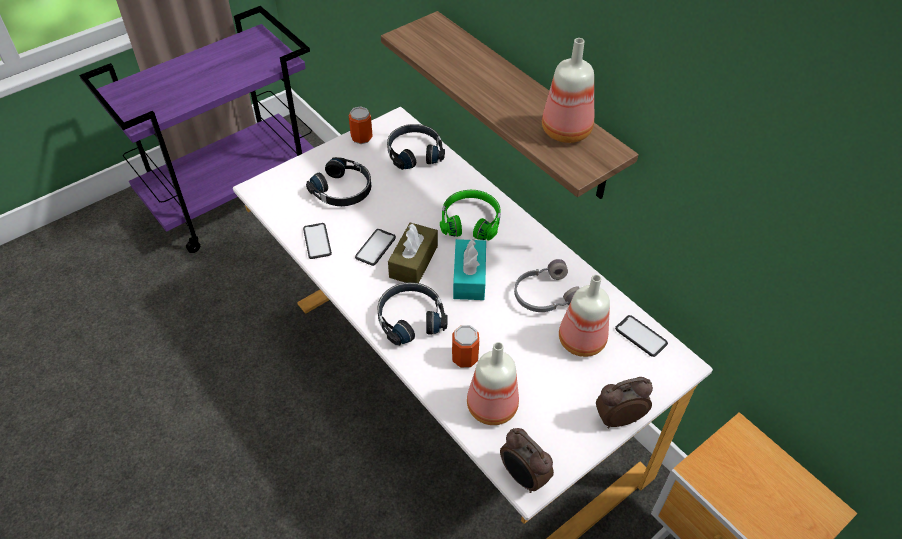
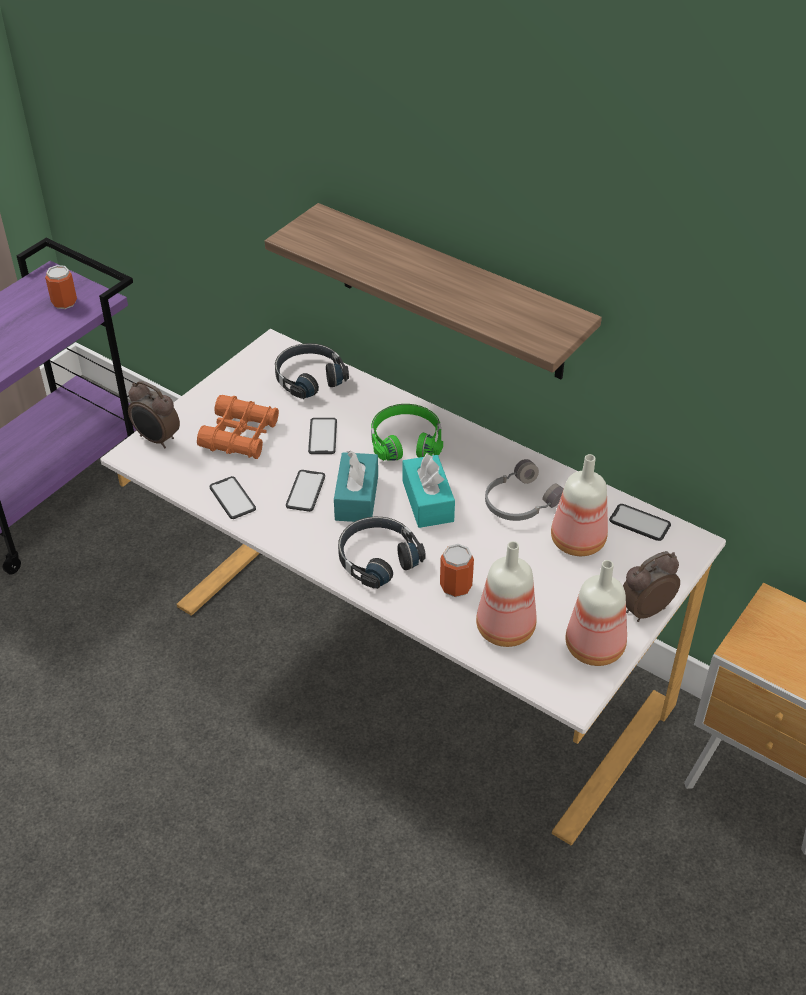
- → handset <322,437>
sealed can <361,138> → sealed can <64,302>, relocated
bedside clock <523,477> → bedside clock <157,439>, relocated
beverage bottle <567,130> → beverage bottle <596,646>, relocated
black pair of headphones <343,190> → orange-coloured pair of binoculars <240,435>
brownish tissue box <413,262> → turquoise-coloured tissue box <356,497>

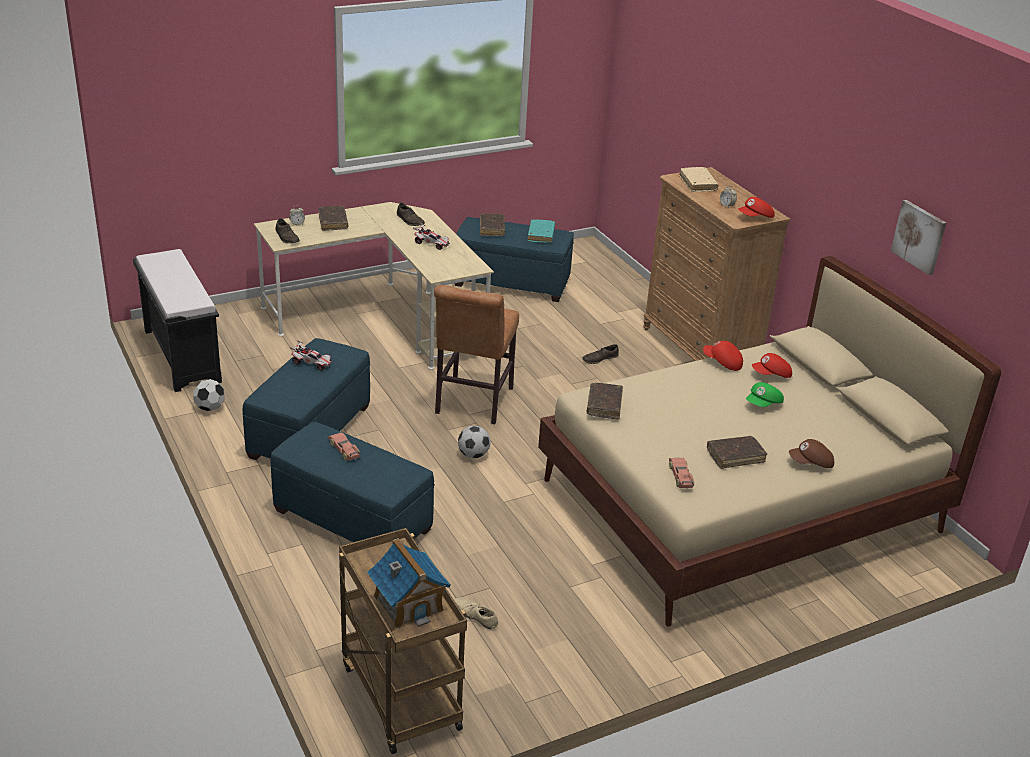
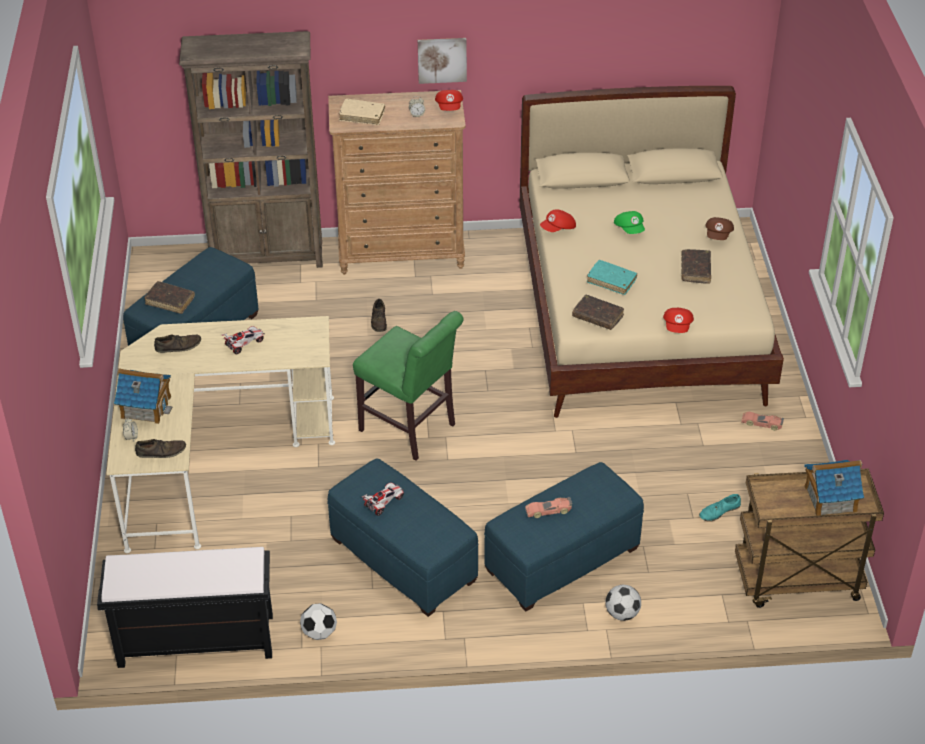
- → brownish bookshelf <268,256>
ball for football <473,455> → ball for football <622,614>, relocated
turquoise-coloured volume <541,235> → turquoise-coloured volume <611,281>, relocated
model car <680,476> → model car <762,423>, relocated
red-coloured baseball cap <771,375> → red-coloured baseball cap <678,326>, relocated
picture <919,236> → picture <442,59>, relocated
brownish volume <333,222> → toy house <145,407>
brownish plain chair <472,403> → green plain chair <411,430>
beige-coloured shoe <475,616> → turquoise-coloured shoe <719,512>

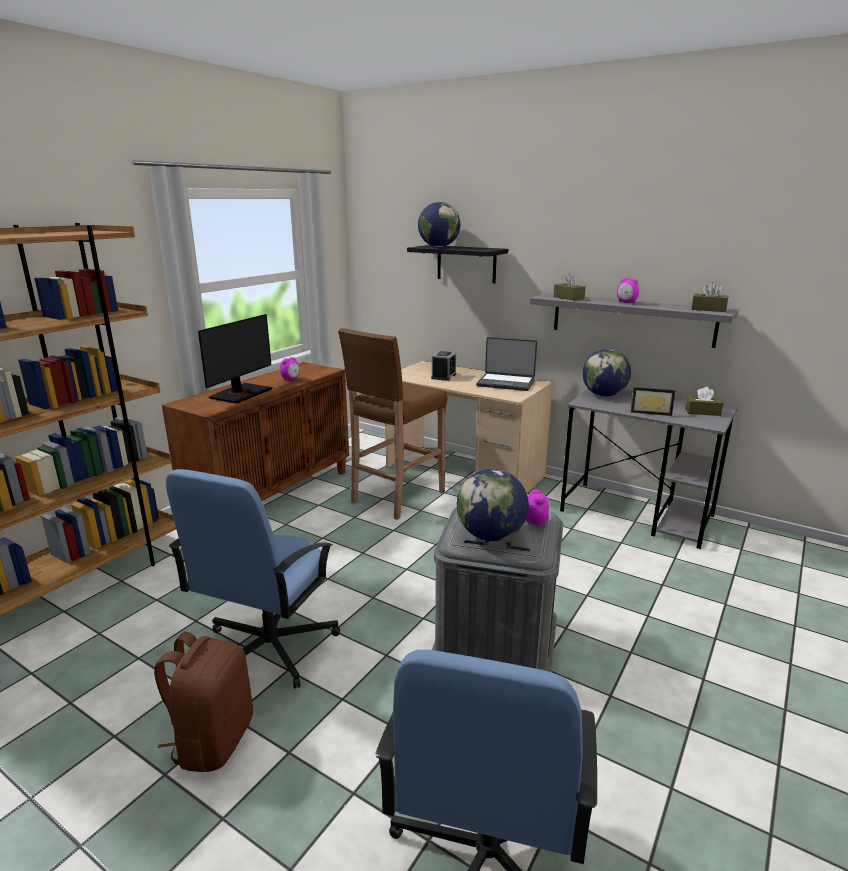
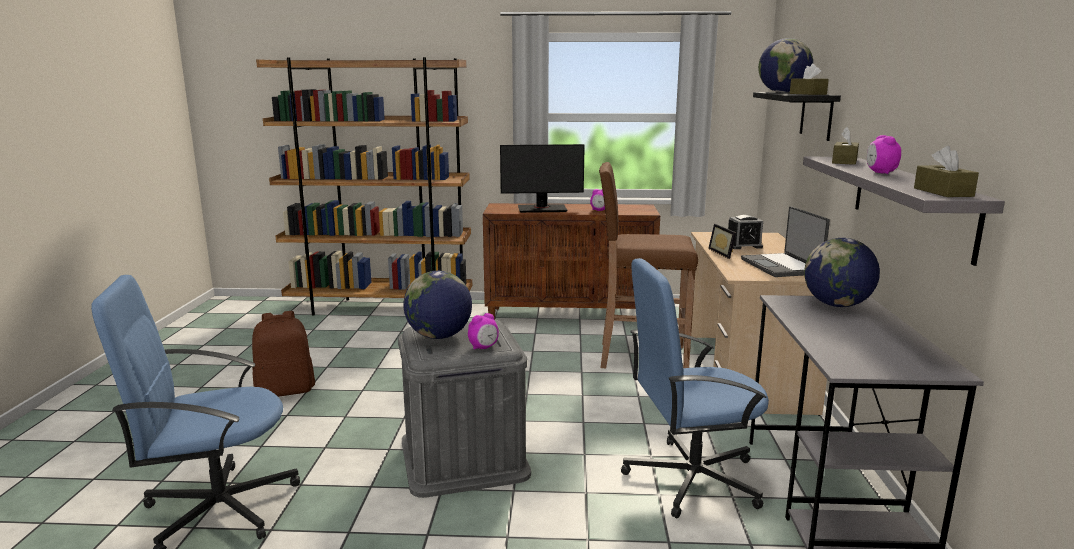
blue computer chair <268,648> → blue computer chair <690,478>, relocated
standing frame <650,412> → standing frame <724,253>, relocated
brownish tissue box <702,412> → brownish tissue box <807,94>, relocated

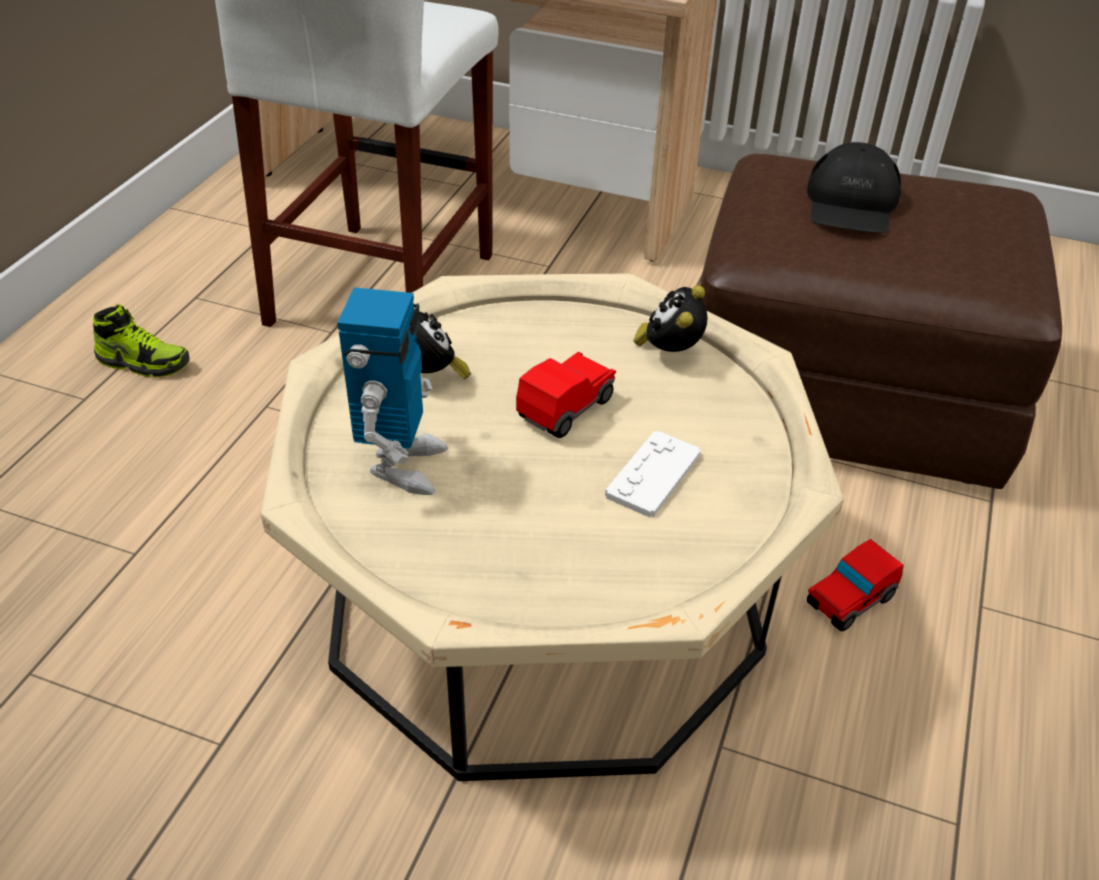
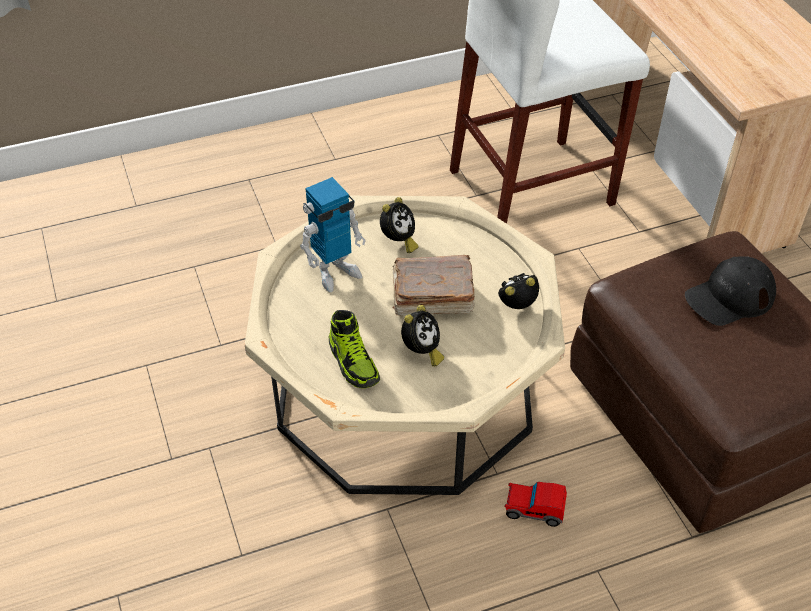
shoe <144,362> → shoe <353,362>, relocated
model car <566,408> → brownish volume <431,297>
white-coloured game controller <653,475> → bedside clock <421,352>

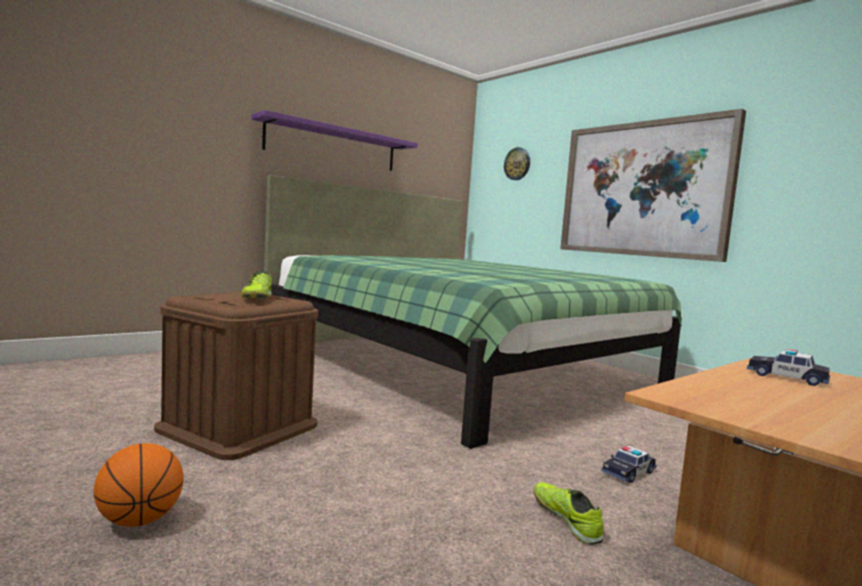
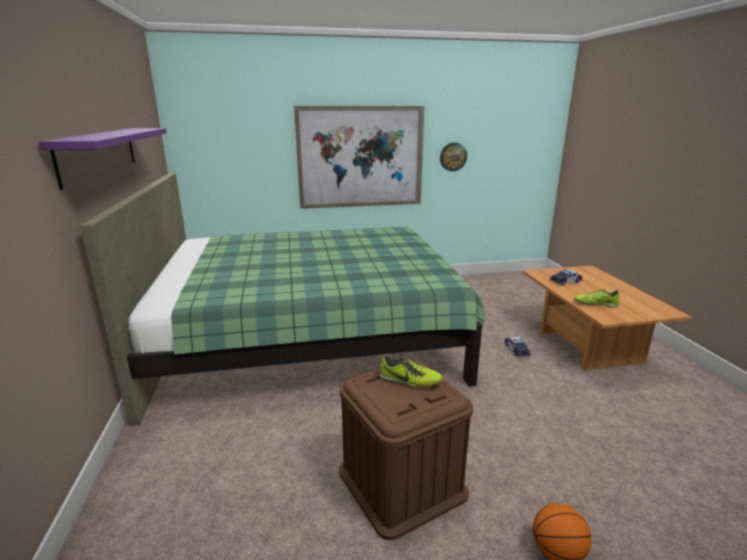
wall clock <517,164> → wall clock <453,156>, relocated
shoe <566,519> → shoe <595,304>, relocated

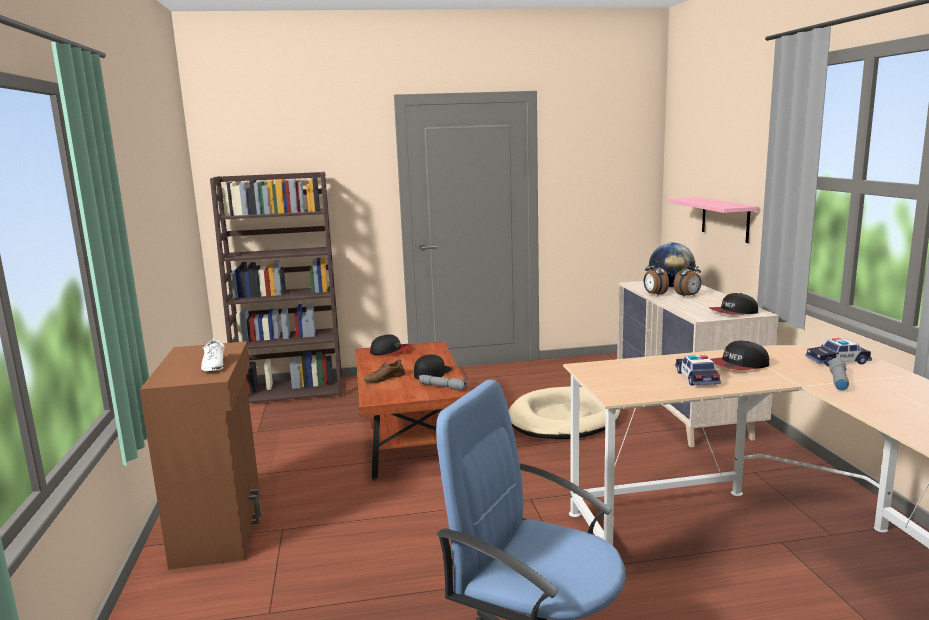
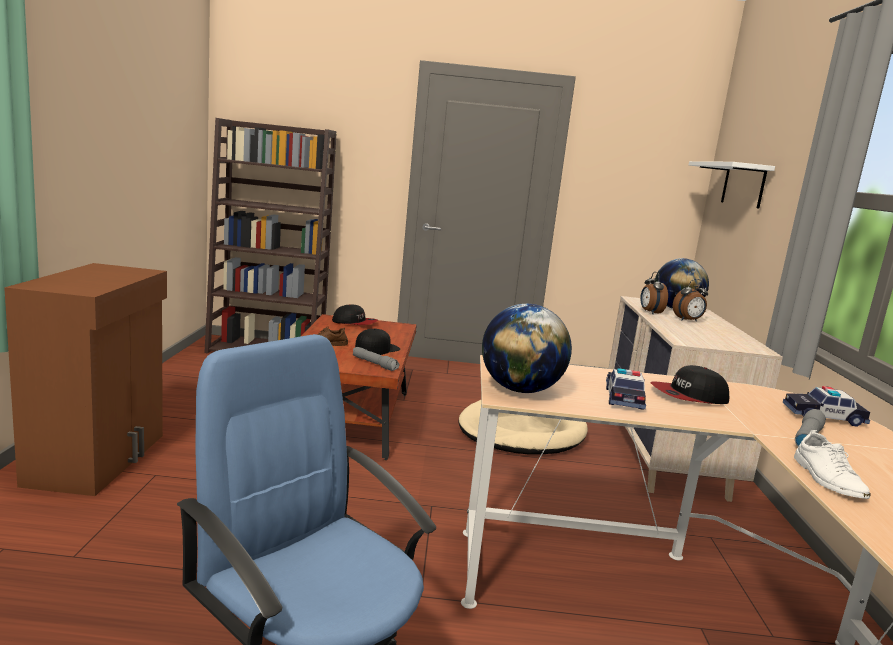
pink wall shelf <725,219> → -
baseball cap <733,312> → -
- → desk globe <520,390>
- → white-coloured wall shelf <743,185>
white-coloured shoe <214,365> → white-coloured shoe <827,479>, relocated

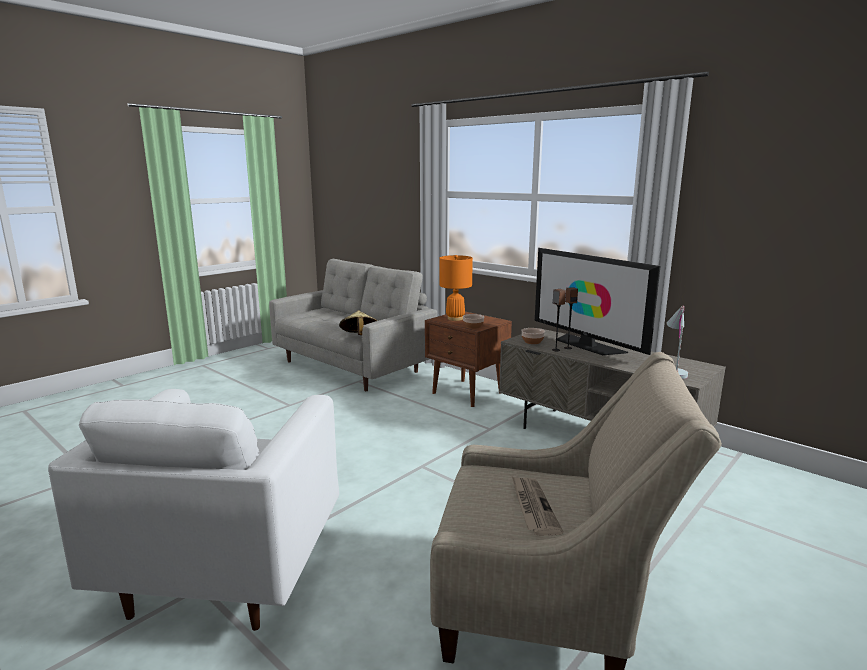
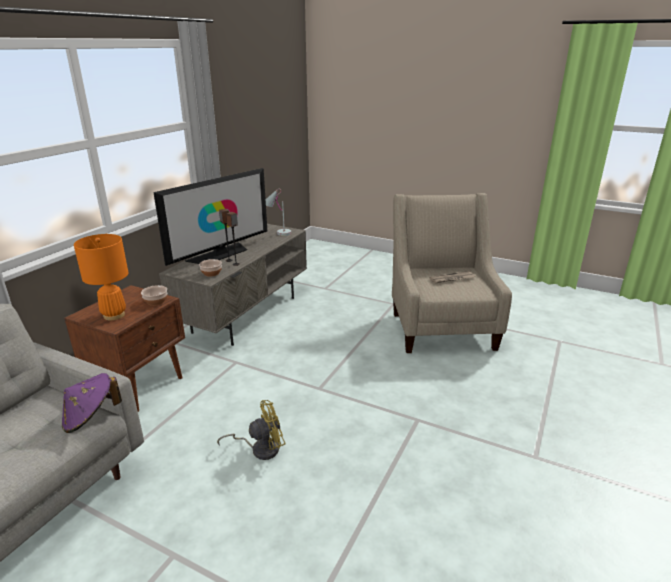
white-coloured easy chair <226,570> → -
- → yellowish electric fan <260,449>
beige-coloured hat <359,336> → purple-coloured hat <91,418>

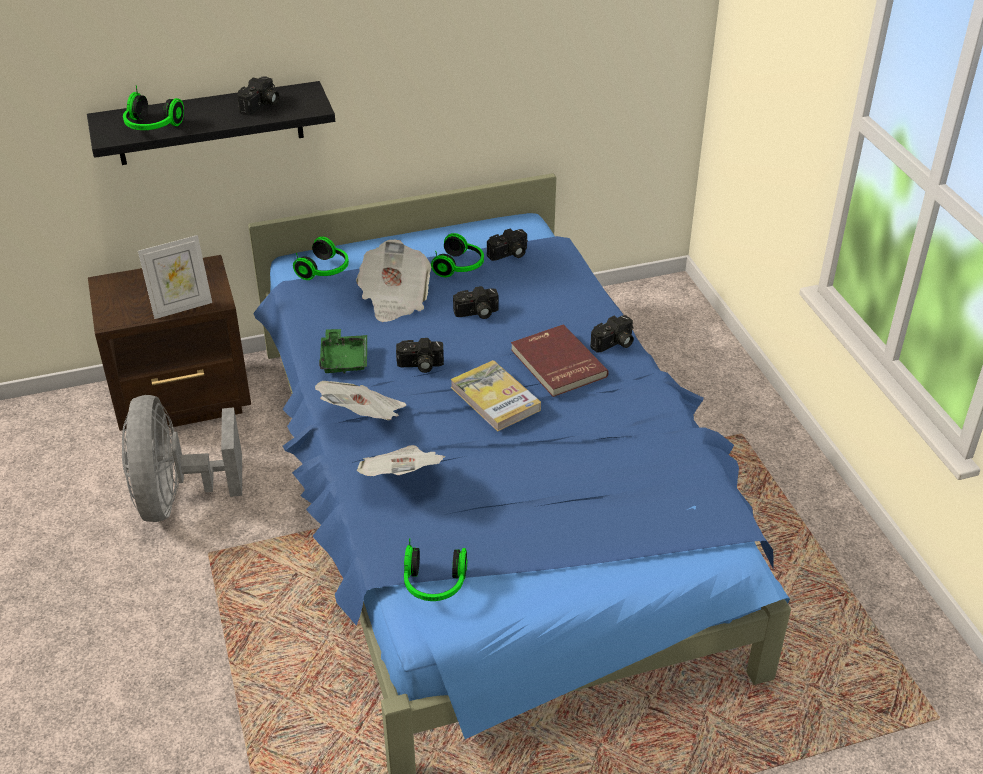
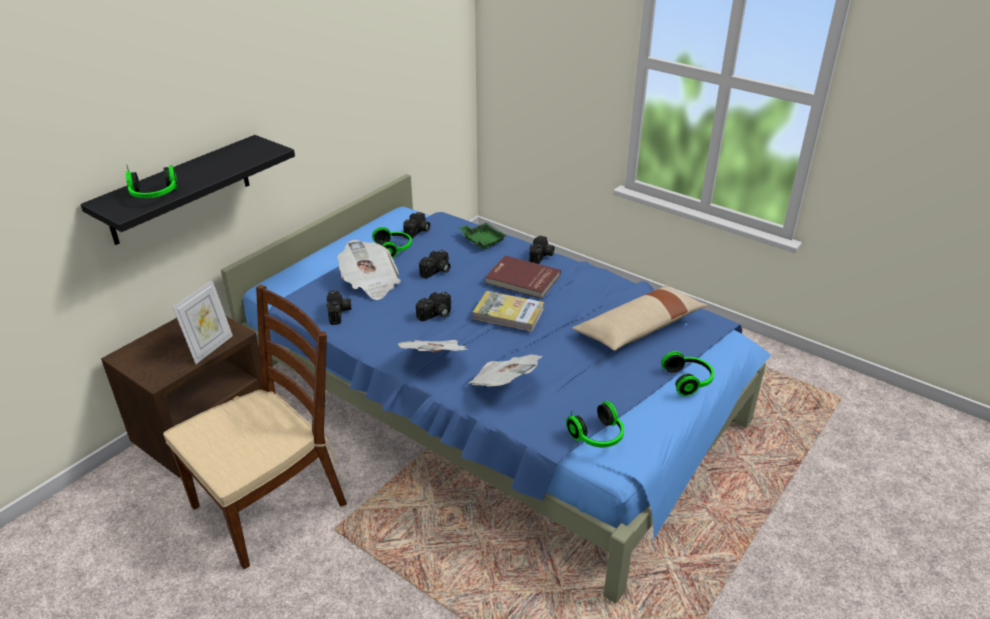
- → beige-coloured cushion <639,329>
still camera <261,106> → still camera <340,313>, relocated
pair of headphones <325,271> → pair of headphones <689,381>, relocated
green carrying tray <344,359> → green carrying tray <482,240>, relocated
gray electric fan <178,498> → brownish plain chair <270,504>

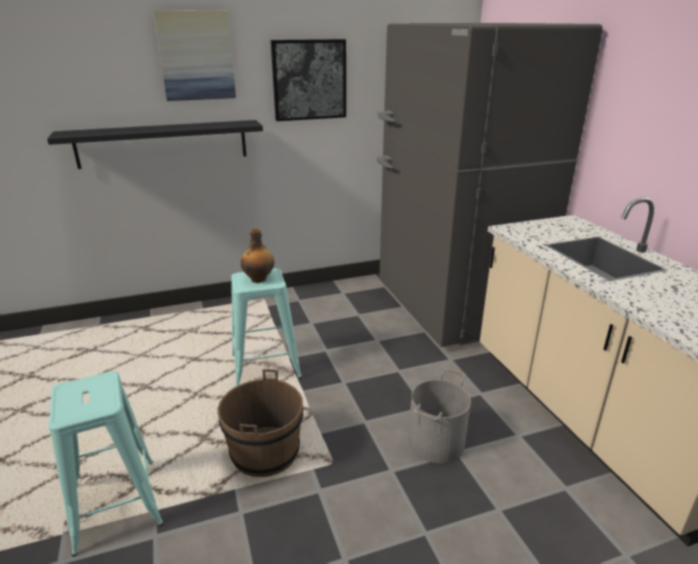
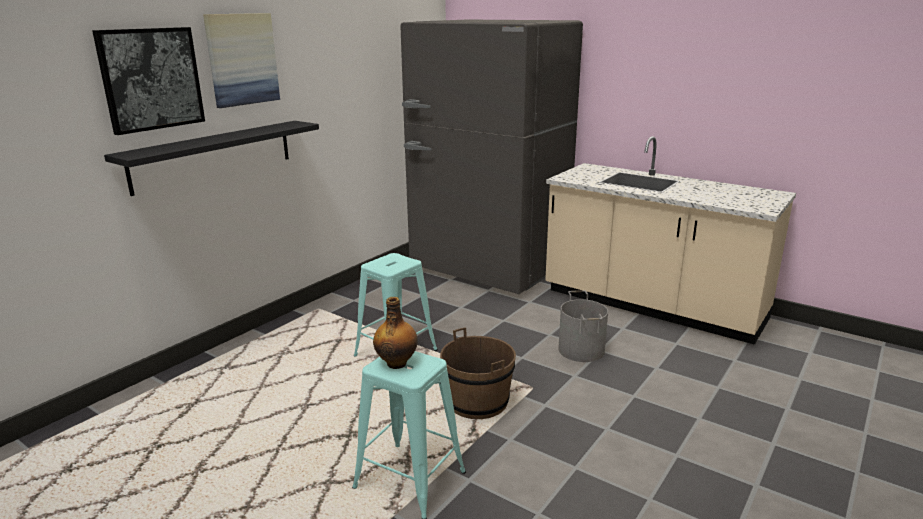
beverage bottle <259,279> → beverage bottle <397,363>, relocated
picture <309,80> → picture <151,79>, relocated

